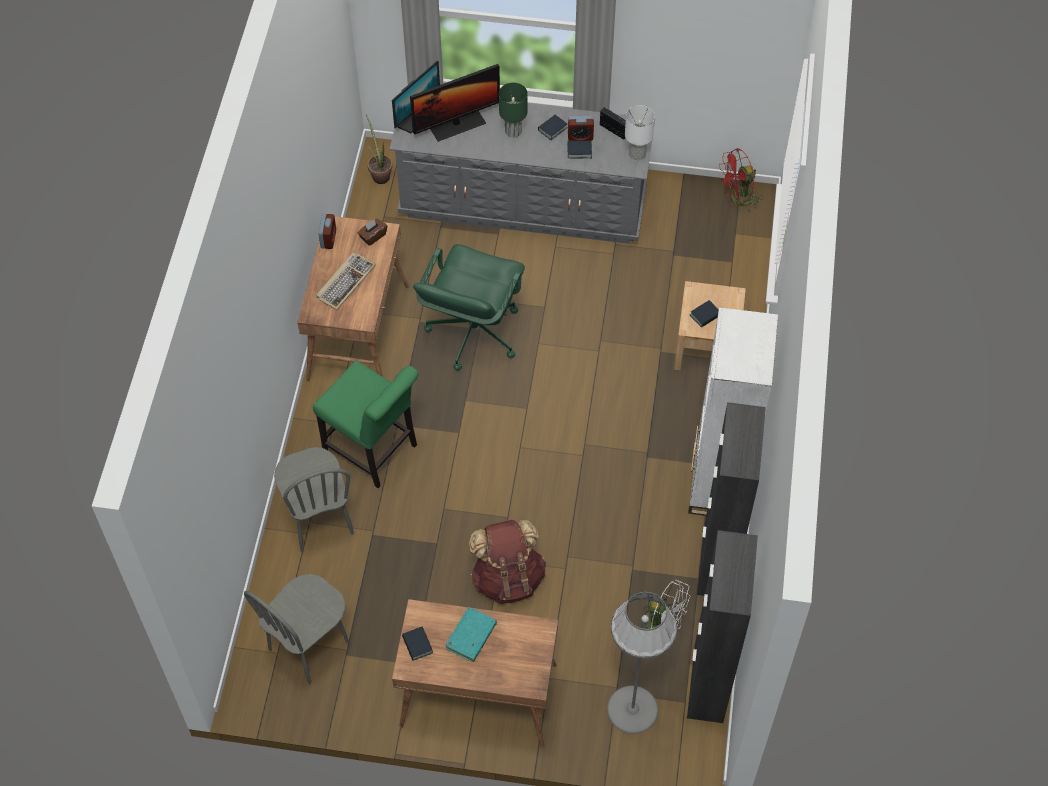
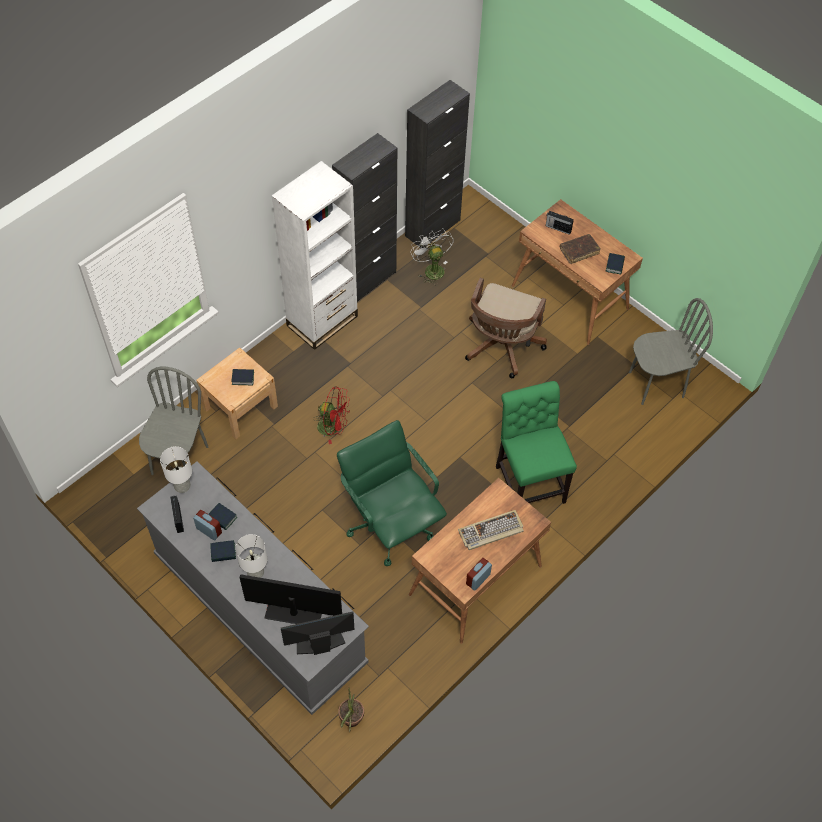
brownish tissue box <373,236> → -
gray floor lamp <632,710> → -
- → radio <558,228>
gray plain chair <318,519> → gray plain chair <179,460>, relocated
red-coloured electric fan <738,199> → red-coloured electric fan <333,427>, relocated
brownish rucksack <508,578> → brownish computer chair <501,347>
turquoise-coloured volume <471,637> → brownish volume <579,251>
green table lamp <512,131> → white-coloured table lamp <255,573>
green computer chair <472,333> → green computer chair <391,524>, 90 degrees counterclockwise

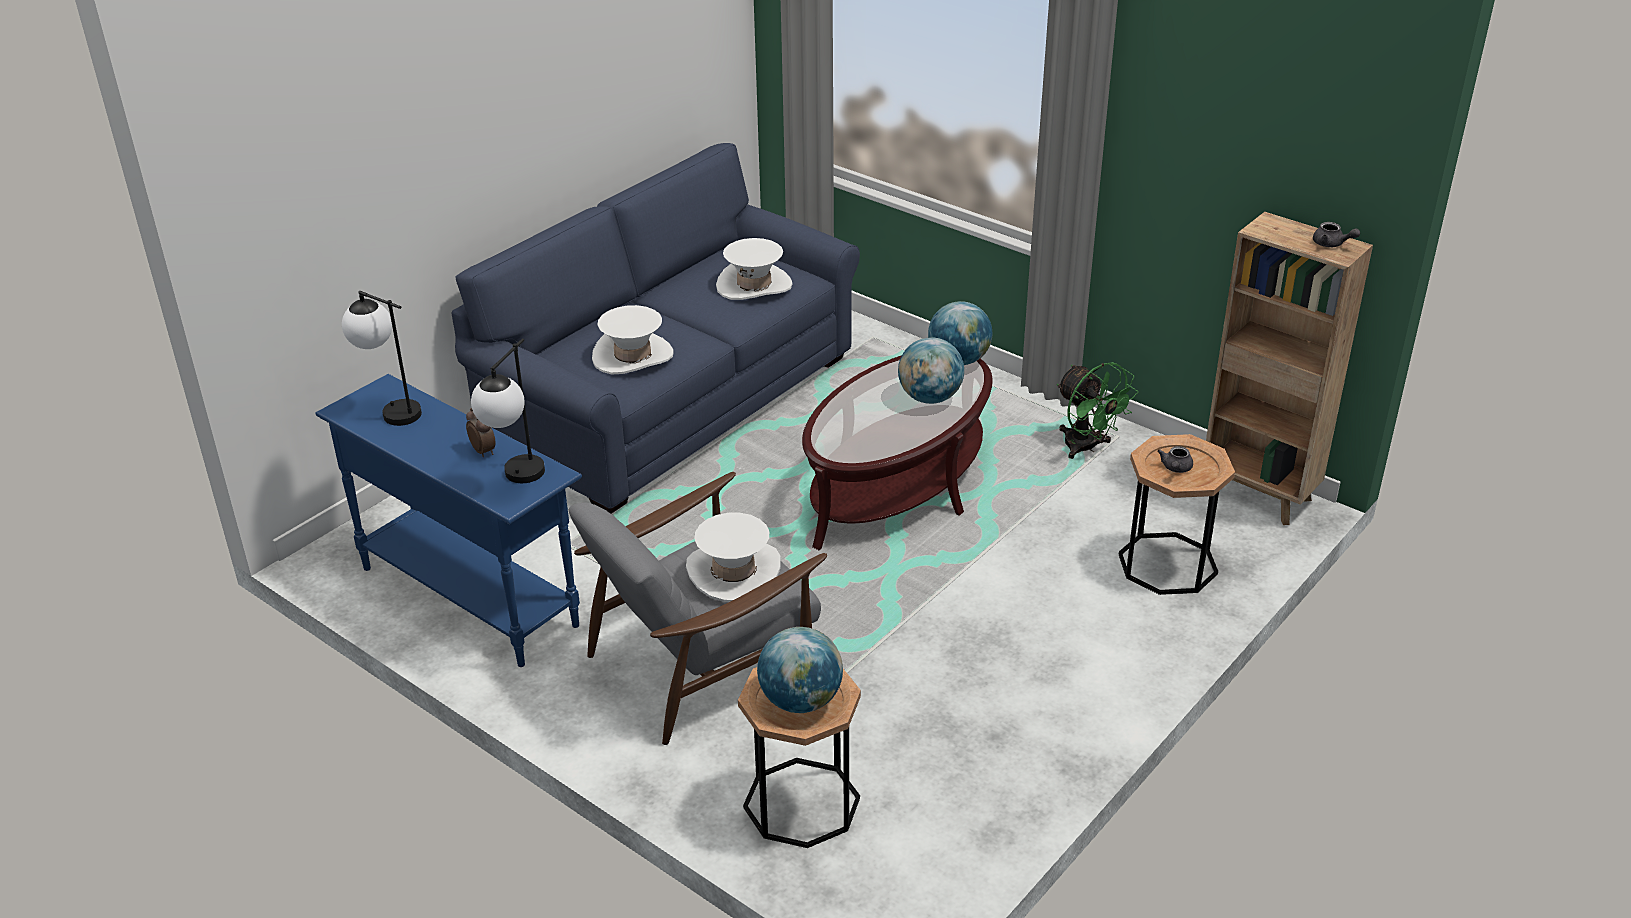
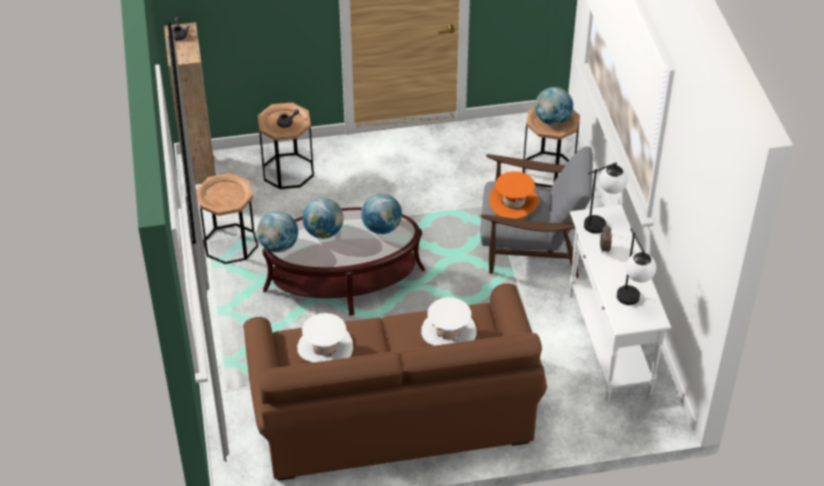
- → desk globe <382,228>
green electric fan <1086,448> → brownish end table <230,244>
blue hall table <469,596> → white-coloured hall table <608,344>
blue sofa <673,403> → brownish sofa <393,413>
white-coloured hat <733,571> → orange-coloured hat <514,202>

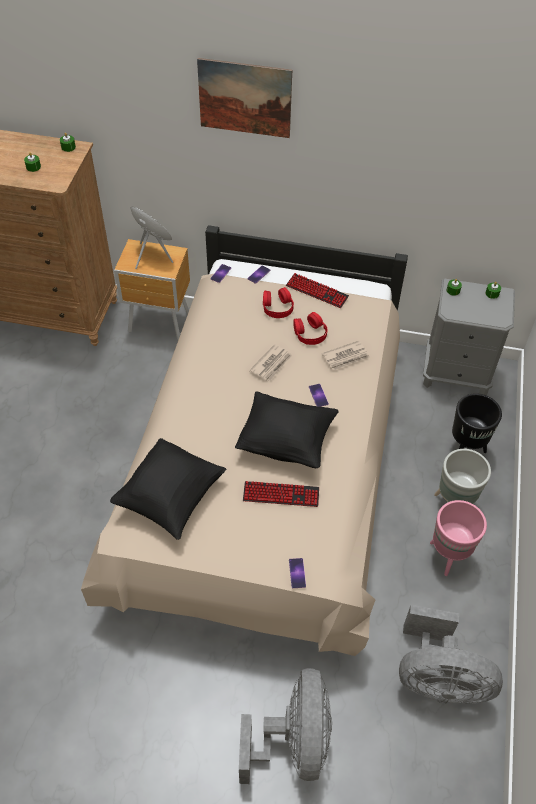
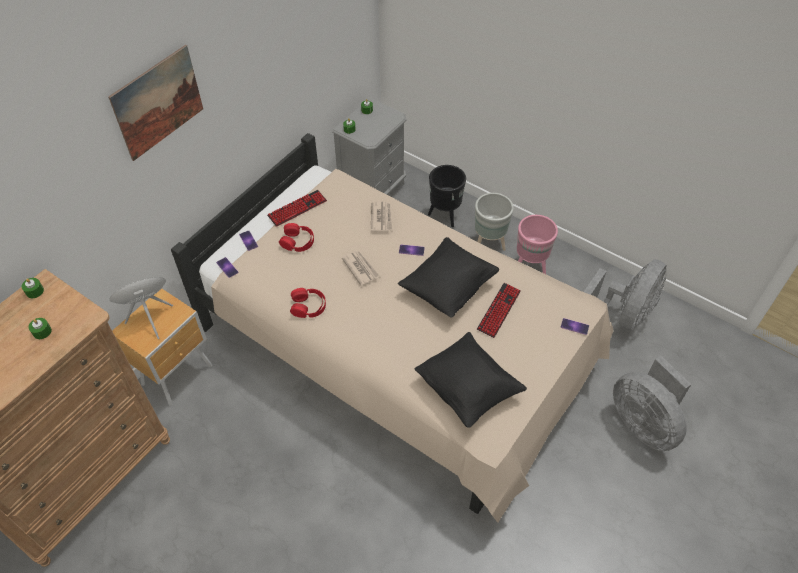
red-coloured pair of headphones <310,333> → red-coloured pair of headphones <308,306>, relocated
gray electric fan <293,742> → gray electric fan <643,423>, 150 degrees counterclockwise

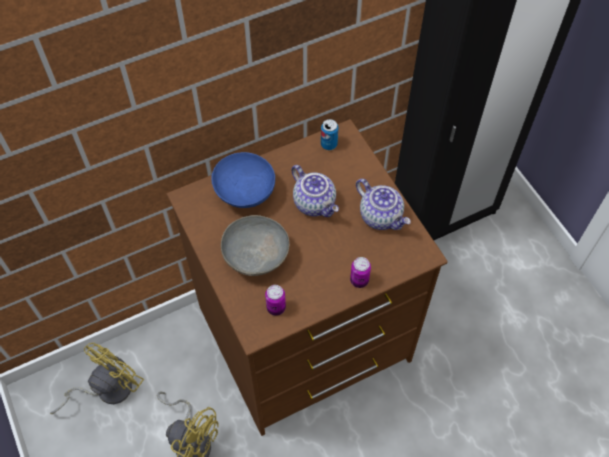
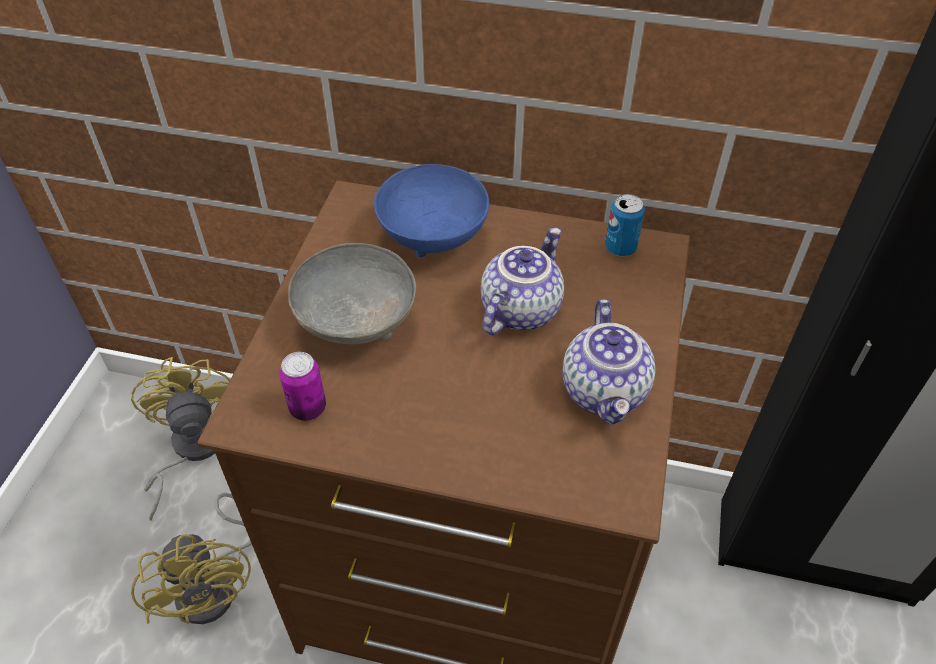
sealed can <359,280> → -
yellowish electric fan <106,389> → yellowish electric fan <190,450>, 90 degrees counterclockwise
teapot <315,203> → teapot <519,309>, 150 degrees counterclockwise

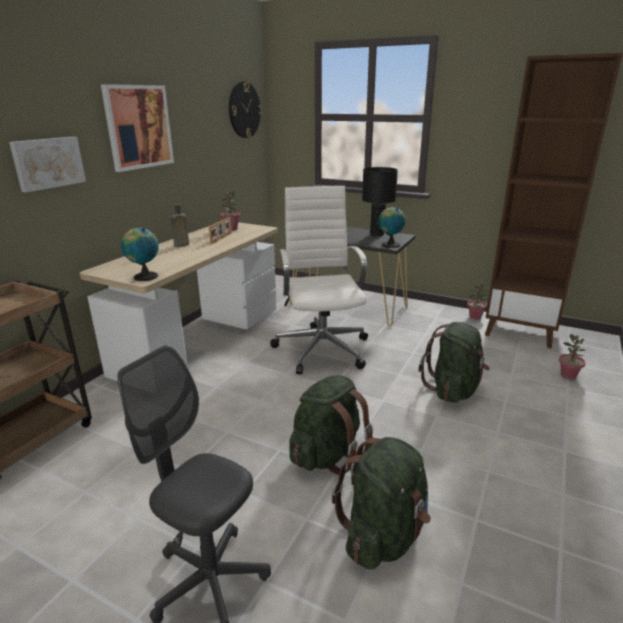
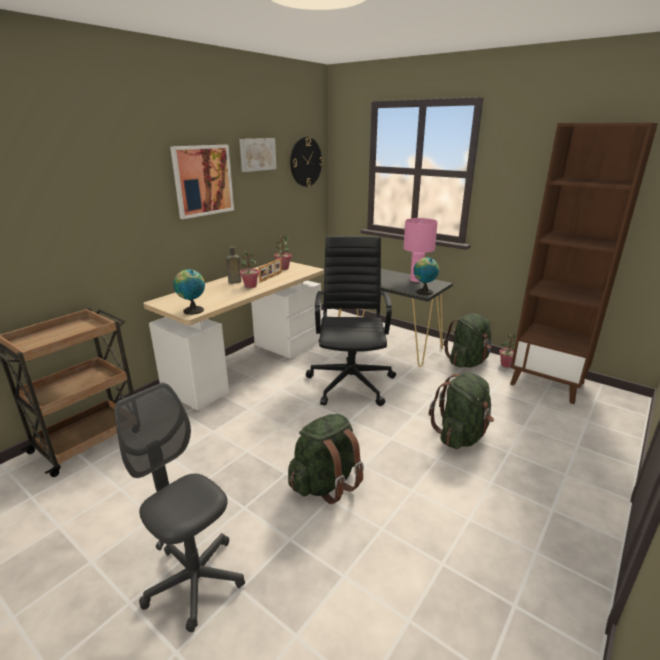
picture <48,163> → picture <257,154>, relocated
green rucksack <383,535> → green rucksack <467,362>, relocated
potted plant <568,375> → potted plant <250,286>, relocated
white-coloured computer chair <322,348> → black computer chair <351,382>
black table lamp <376,234> → pink table lamp <416,280>

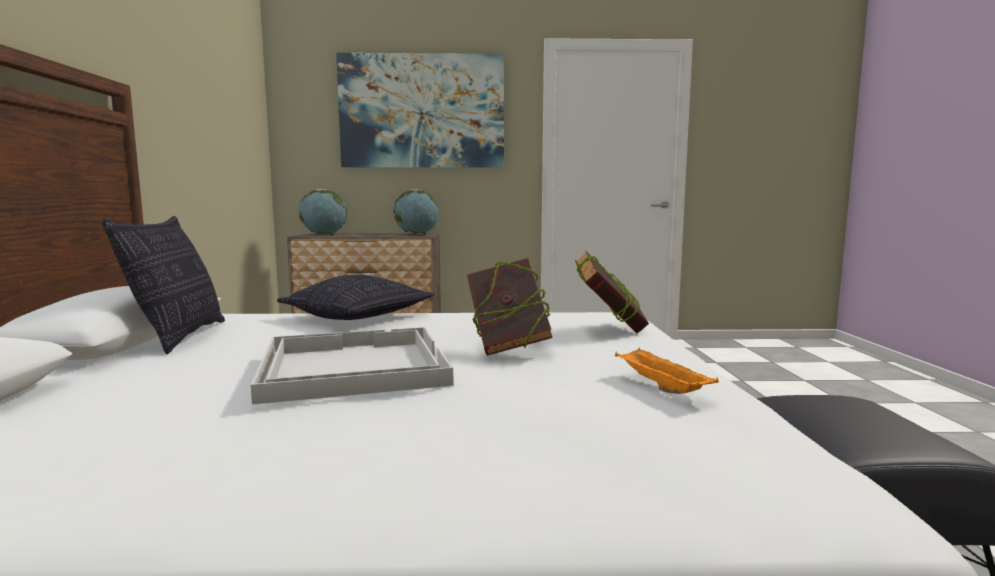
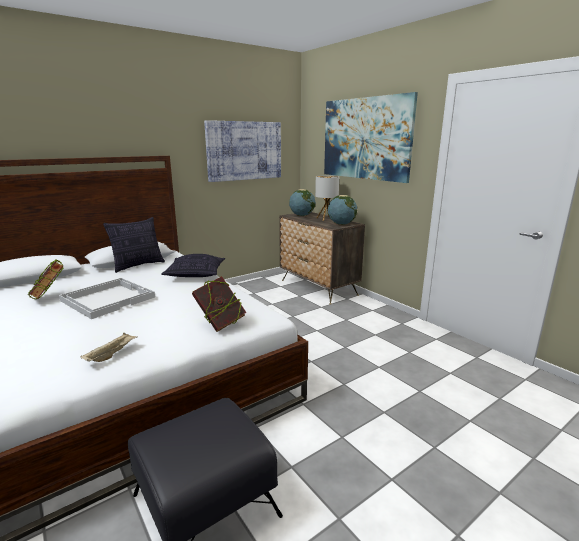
- → picture <244,151>
- → table lamp <326,218>
volume <508,348> → volume <49,297>, relocated
orange-coloured carrying tray <659,386> → beige-coloured carrying tray <111,355>

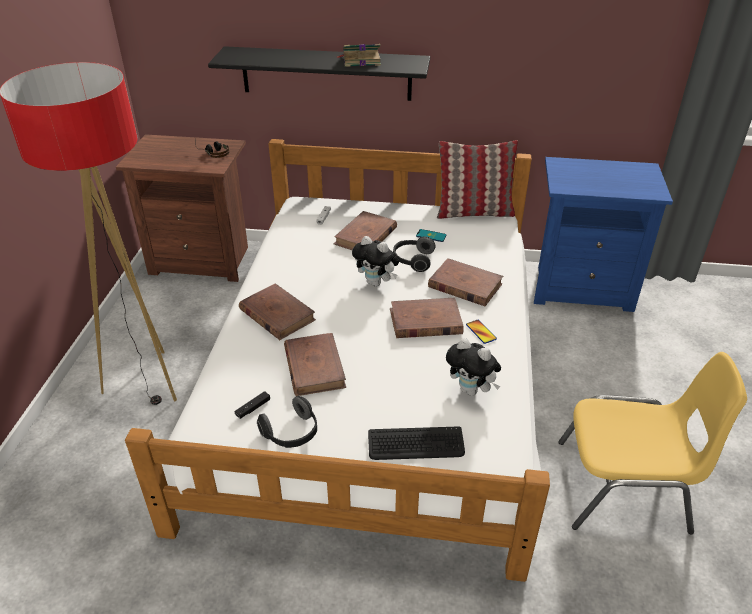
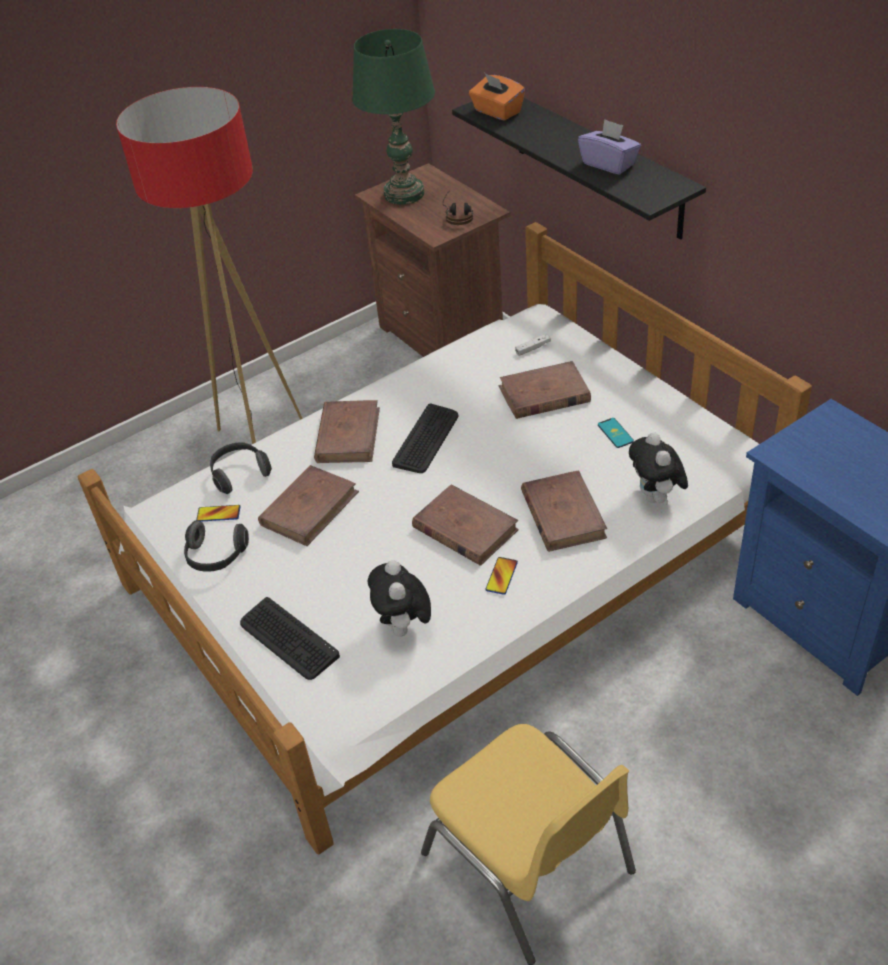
cushion <474,212> → -
- → green table lamp <404,194>
- → PC keyboard <426,439>
- → orange-coloured tissue box <497,112>
cuddly toy <376,283> → cuddly toy <656,498>, relocated
pair of headphones <412,260> → pair of headphones <239,474>, relocated
black game controller <253,408> → handset <218,514>
volume <360,60> → purple-coloured tissue box <609,164>

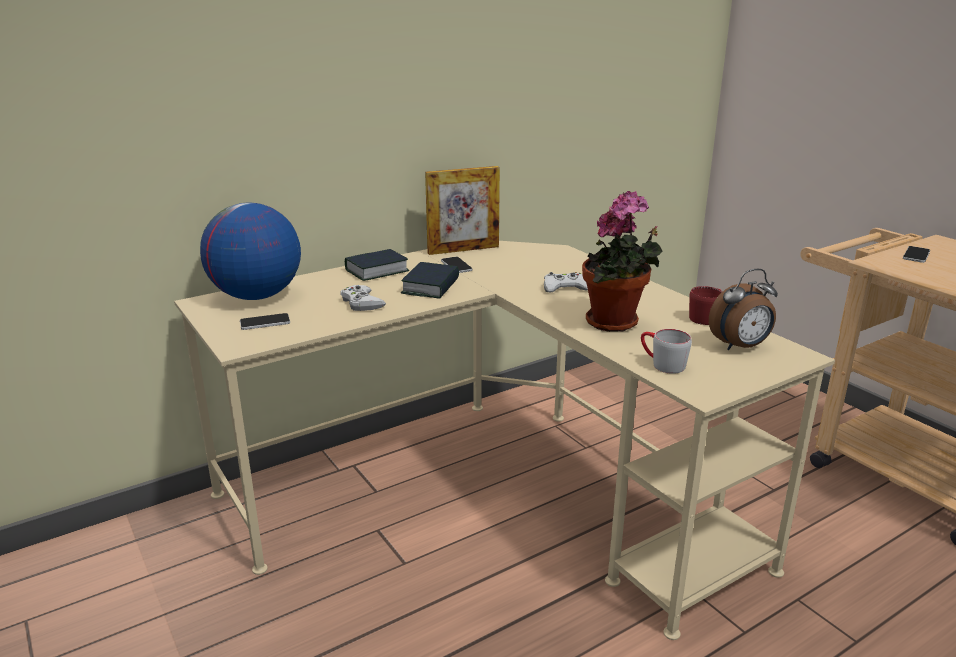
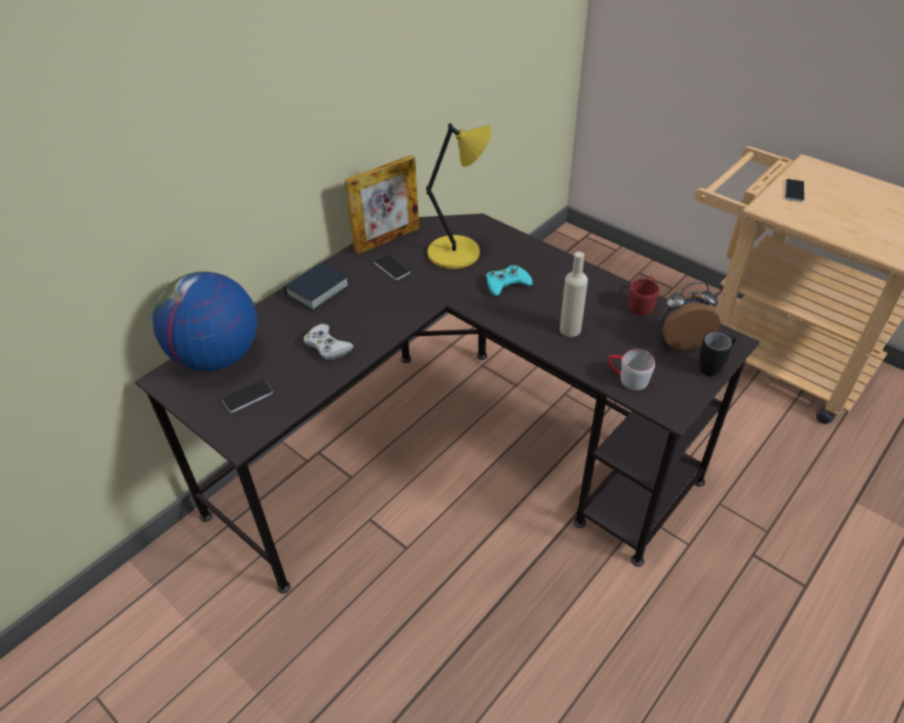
volume <431,286> → -
- → yellowish table lamp <457,253>
- → black mug <713,366>
potted plant <616,323> → beige-coloured beverage bottle <570,329>
beige-coloured desk table <490,491> → black desk table <451,453>
white-coloured game controller <565,288> → turquoise-coloured game controller <507,284>
bedside clock <740,347> → bedside clock <682,340>, 150 degrees counterclockwise

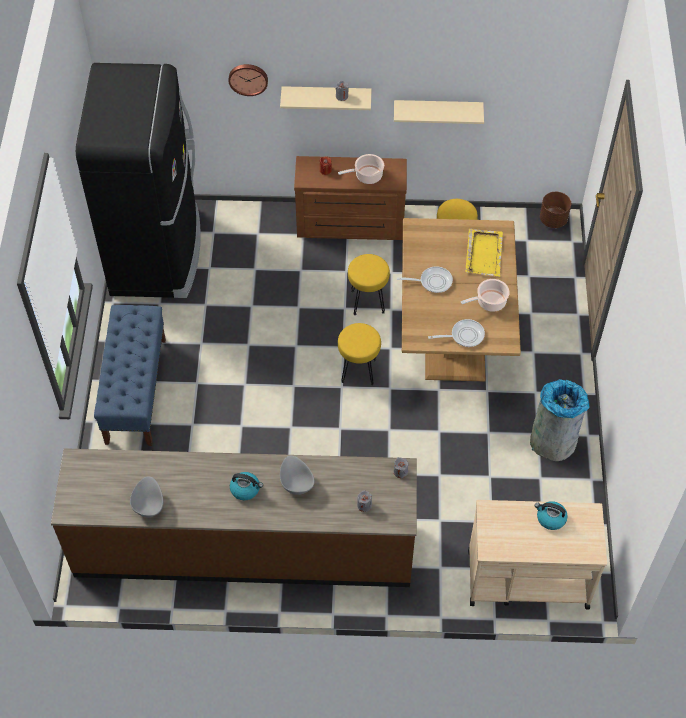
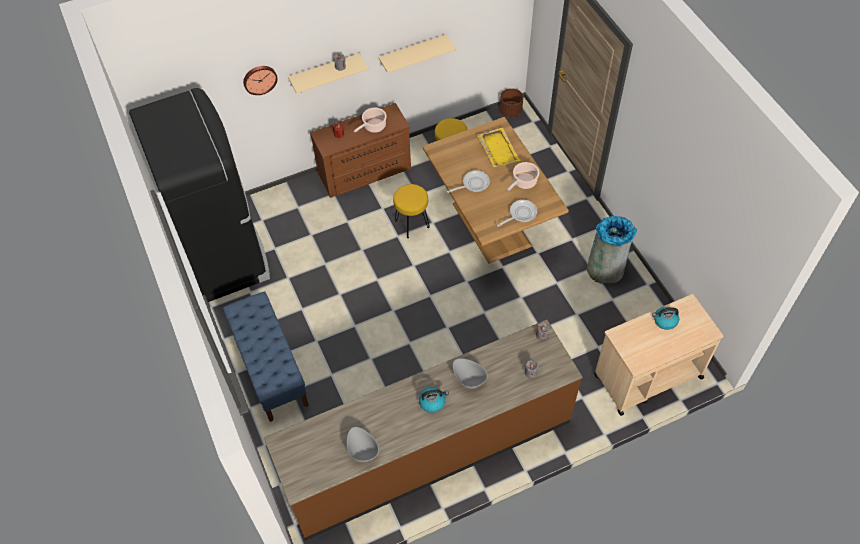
yellowish sitting stool <358,370> → -

